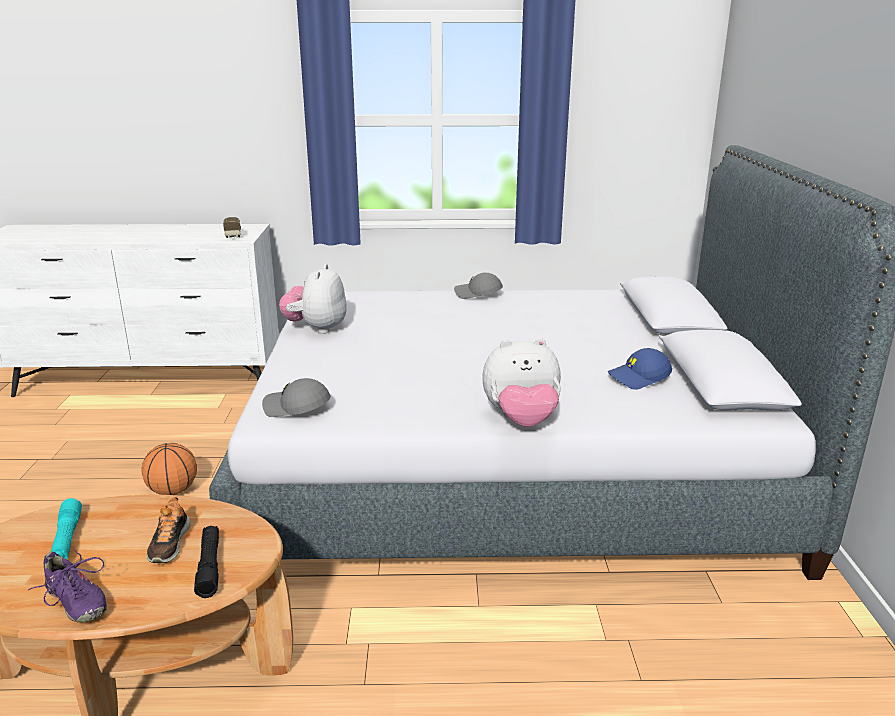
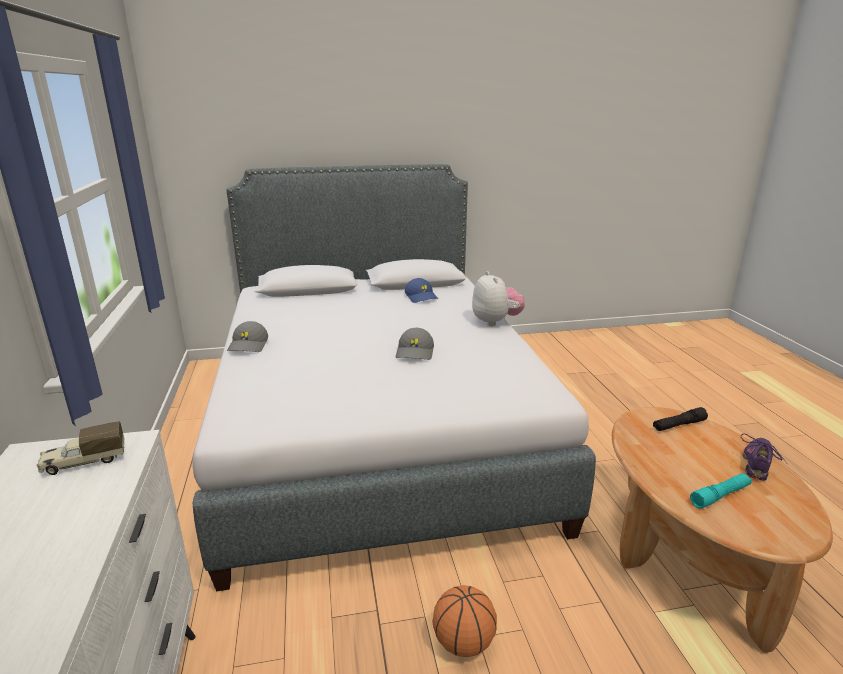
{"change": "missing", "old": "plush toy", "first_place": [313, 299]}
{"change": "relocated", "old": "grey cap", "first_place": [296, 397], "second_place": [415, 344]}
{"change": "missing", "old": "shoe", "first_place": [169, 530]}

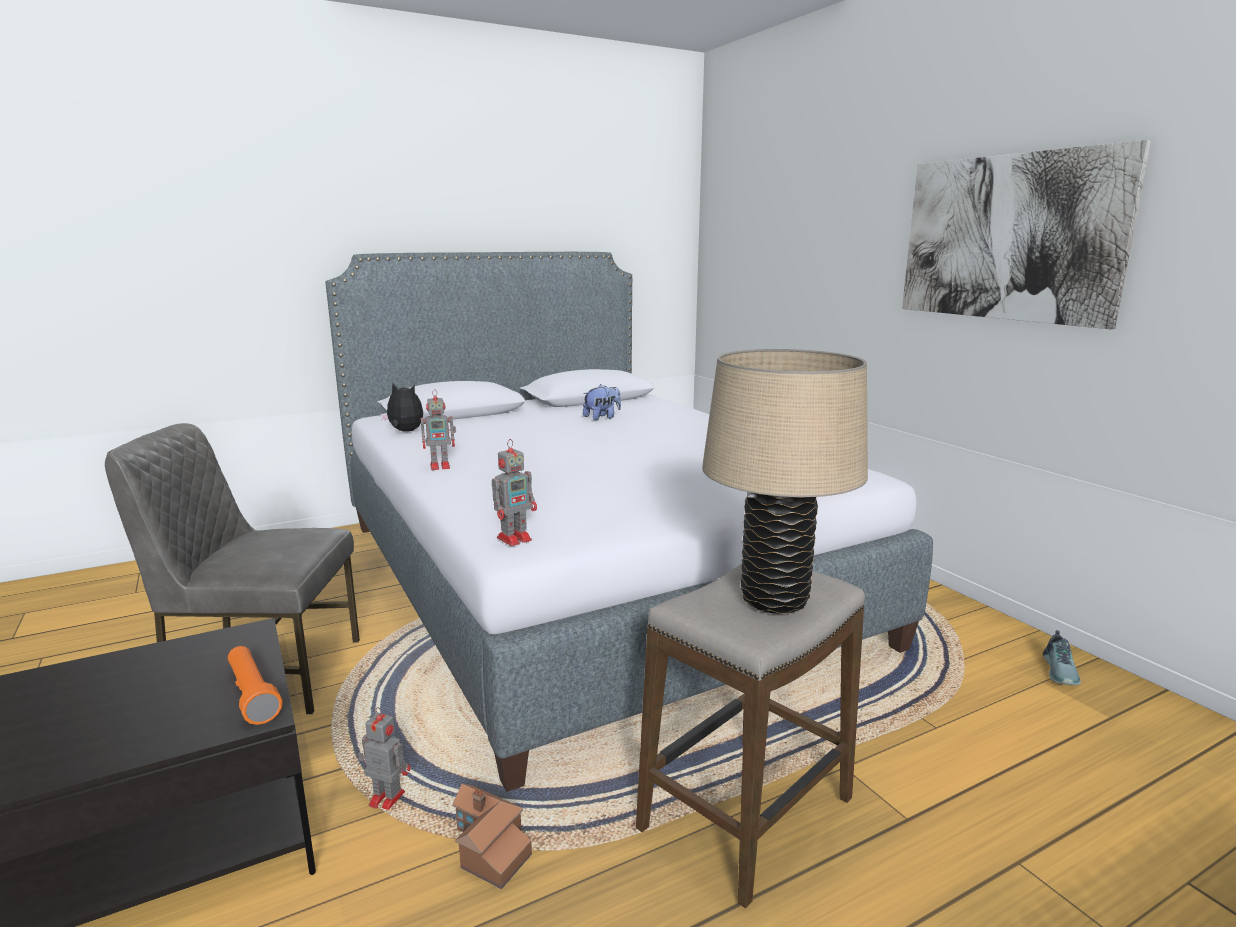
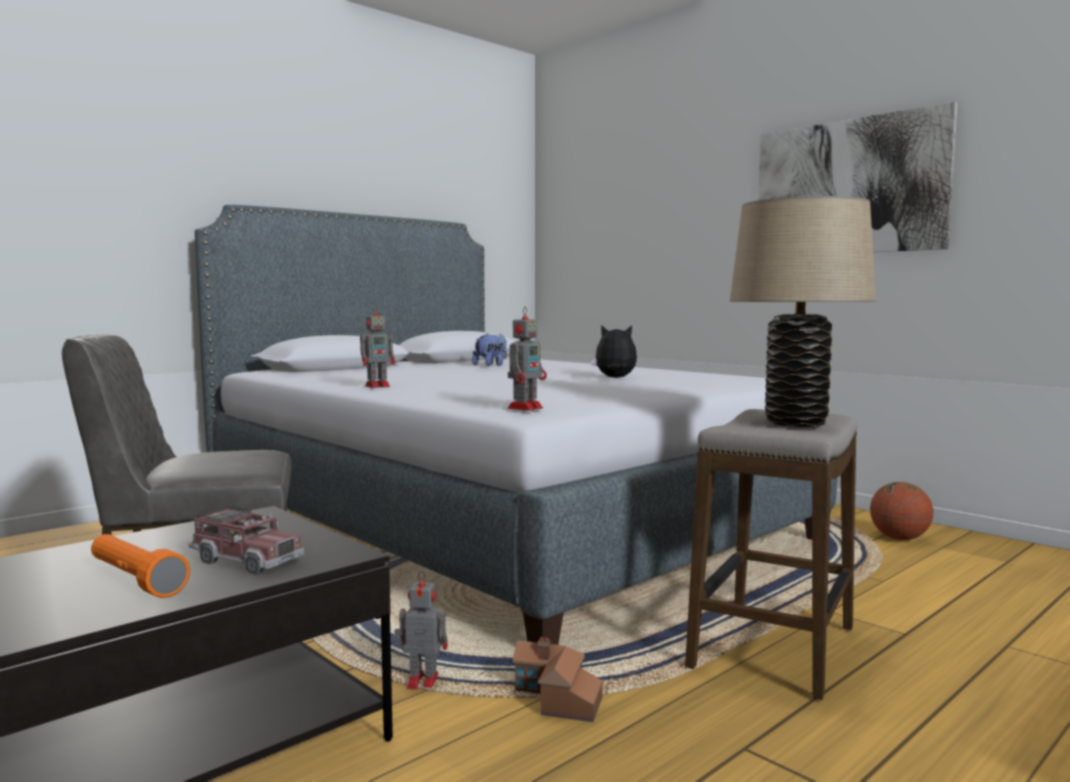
{"change": "relocated", "old": "plush toy", "first_place": [401, 407], "second_place": [614, 351]}
{"change": "missing", "old": "shoe", "first_place": [1062, 657]}
{"change": "relocated", "old": "orange flashlight", "first_place": [255, 685], "second_place": [140, 566]}
{"change": "appeared", "new": "basketball", "second_place": [902, 511]}
{"change": "appeared", "new": "toy truck", "second_place": [246, 540]}

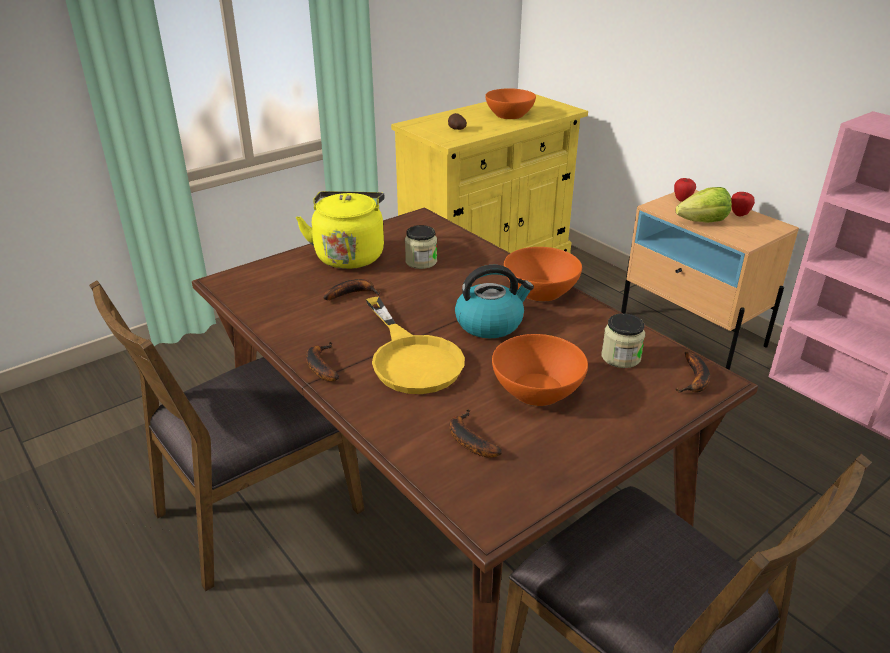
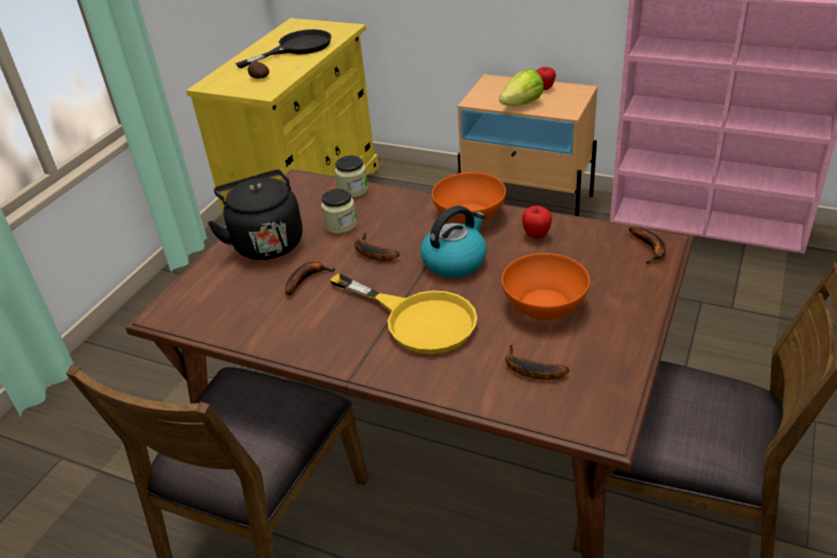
{"change": "exchanged", "old": "orange bowl", "new": "black frying pan", "first_place": [510, 103], "second_place": [283, 48]}
{"change": "relocated", "old": "apple", "first_place": [685, 190], "second_place": [537, 222]}
{"change": "colour", "old": "yellow kettle", "new": "black kettle", "first_place": [340, 230], "second_place": [254, 214]}
{"change": "relocated", "old": "jar", "first_place": [623, 340], "second_place": [351, 176]}
{"change": "relocated", "old": "banana", "first_place": [322, 361], "second_place": [377, 247]}

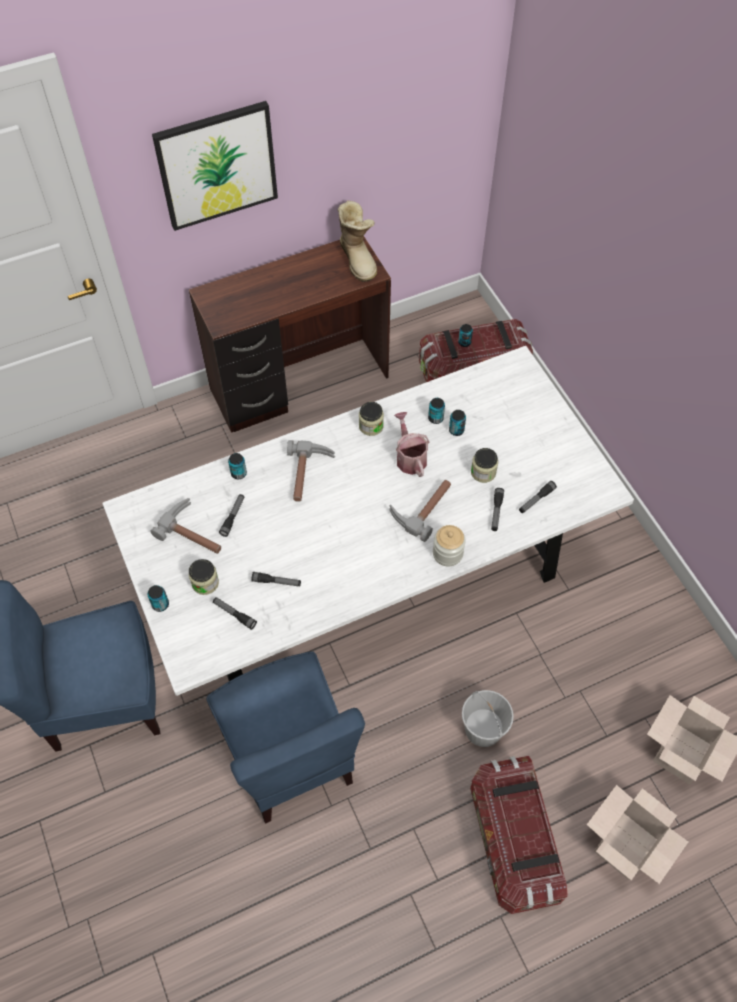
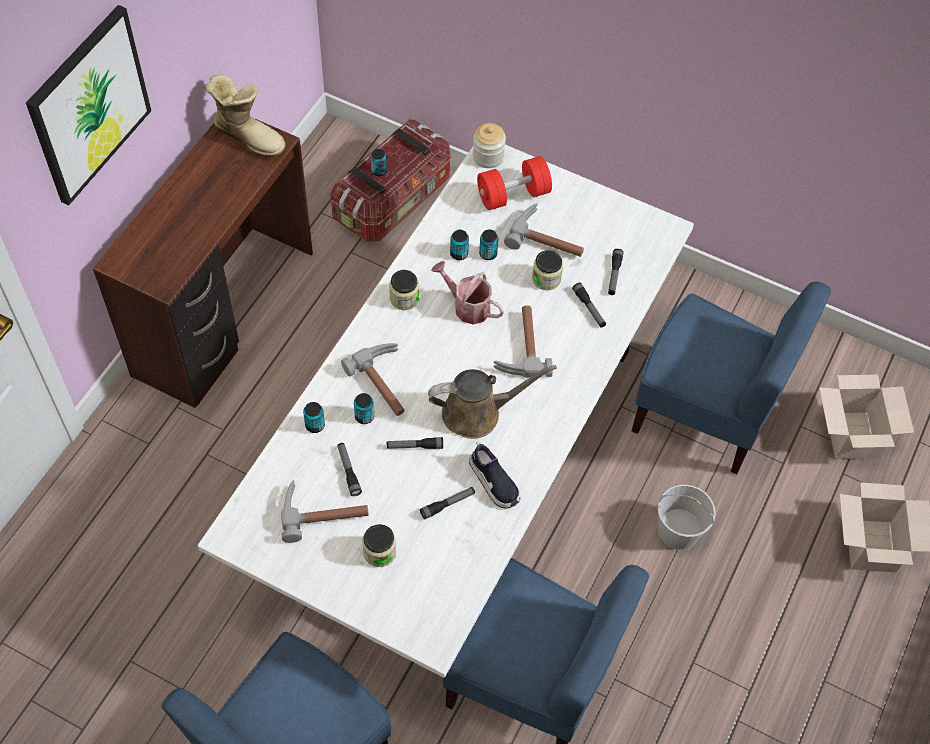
{"change": "relocated", "old": "jar", "first_place": [449, 546], "second_place": [489, 145]}
{"change": "relocated", "old": "can", "first_place": [158, 598], "second_place": [364, 408]}
{"change": "relocated", "old": "flashlight", "first_place": [235, 613], "second_place": [414, 443]}
{"change": "missing", "old": "storage box", "first_place": [519, 835]}
{"change": "appeared", "new": "red dumbbell", "second_place": [514, 183]}
{"change": "appeared", "new": "hammer", "second_place": [544, 230]}
{"change": "appeared", "new": "blue chair", "second_place": [731, 378]}
{"change": "appeared", "new": "brown watering can", "second_place": [492, 402]}
{"change": "appeared", "new": "shoe", "second_place": [494, 475]}

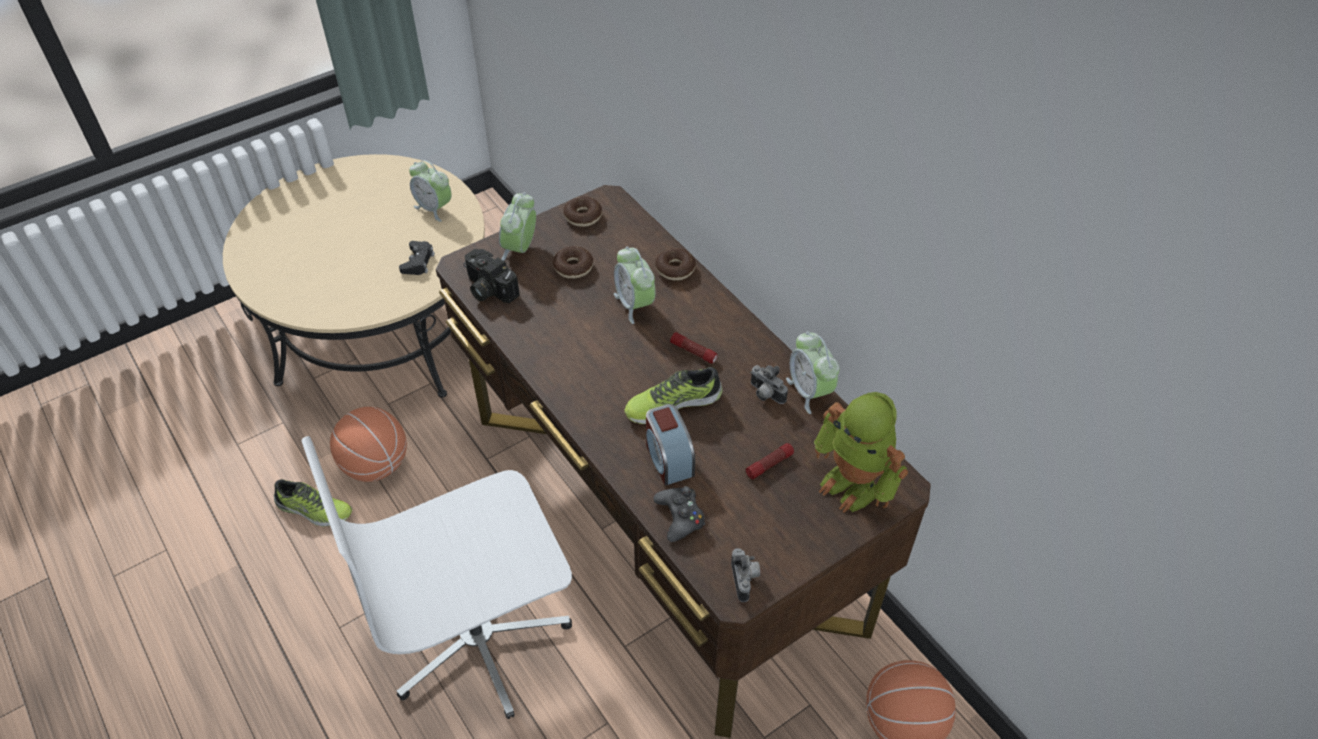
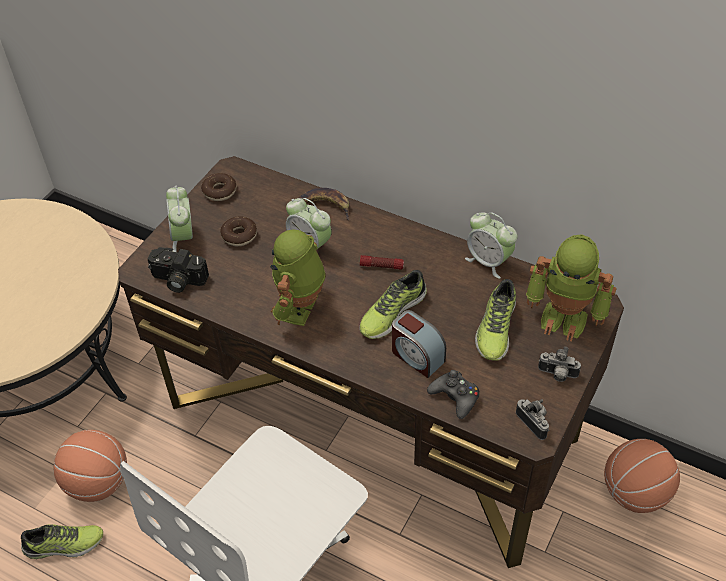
{"change": "missing", "old": "alarm clock", "first_place": [430, 191]}
{"change": "missing", "old": "black game controller", "first_place": [417, 258]}
{"change": "exchanged", "old": "donut", "new": "banana", "first_place": [675, 264], "second_place": [324, 204]}
{"change": "relocated", "old": "photo camera", "first_place": [769, 384], "second_place": [559, 364]}
{"change": "exchanged", "old": "flashlight", "new": "shoe", "first_place": [770, 461], "second_place": [495, 320]}
{"change": "appeared", "new": "toy robot", "second_place": [298, 277]}

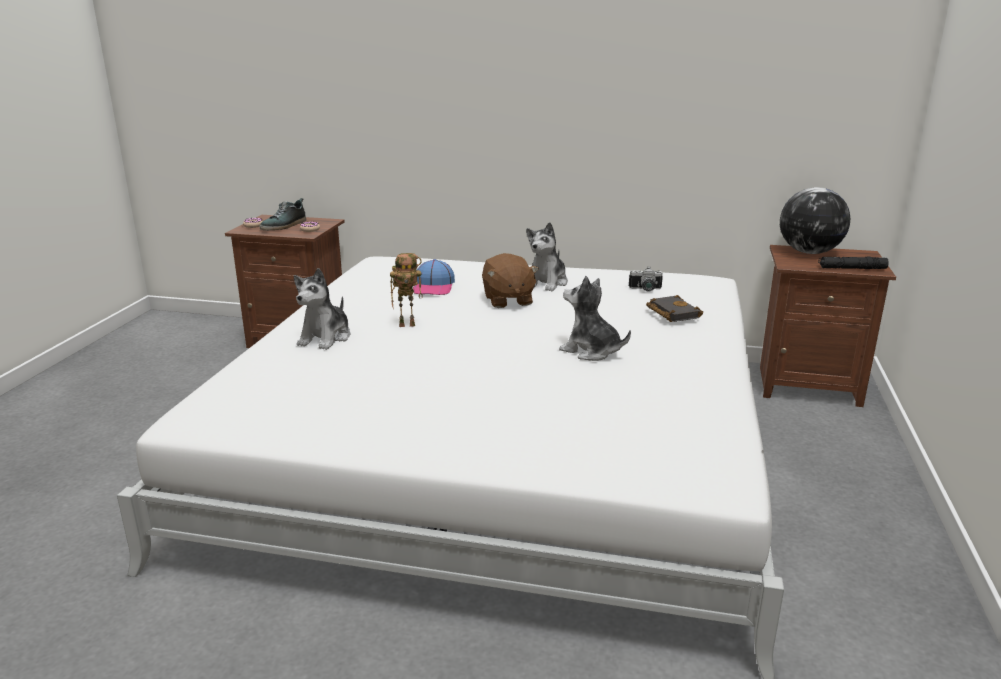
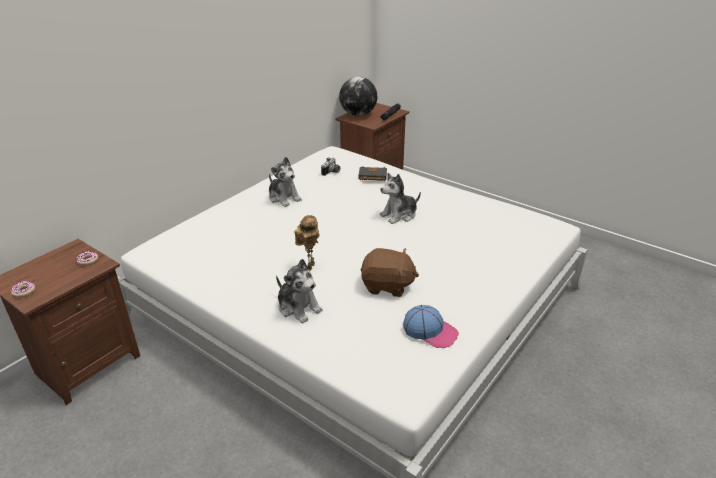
{"change": "missing", "old": "shoe", "first_place": [283, 214]}
{"change": "relocated", "old": "brown plush toy", "first_place": [510, 280], "second_place": [390, 272]}
{"change": "relocated", "old": "cap", "first_place": [434, 277], "second_place": [431, 326]}

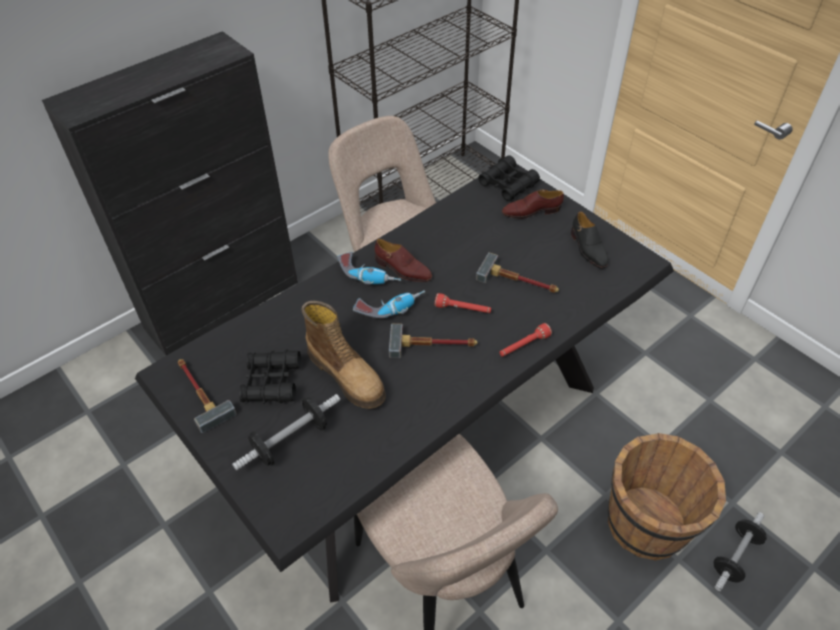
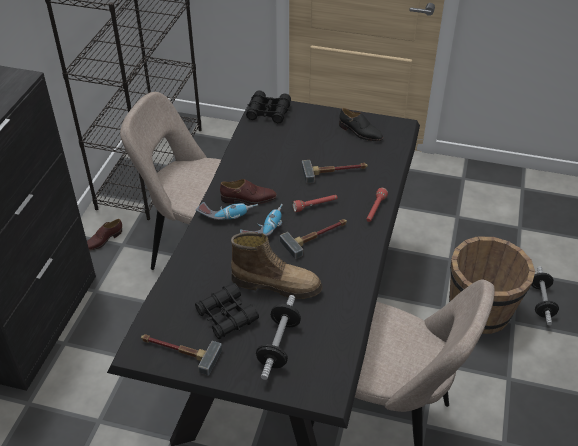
{"change": "relocated", "old": "brown shoe", "first_place": [533, 204], "second_place": [104, 235]}

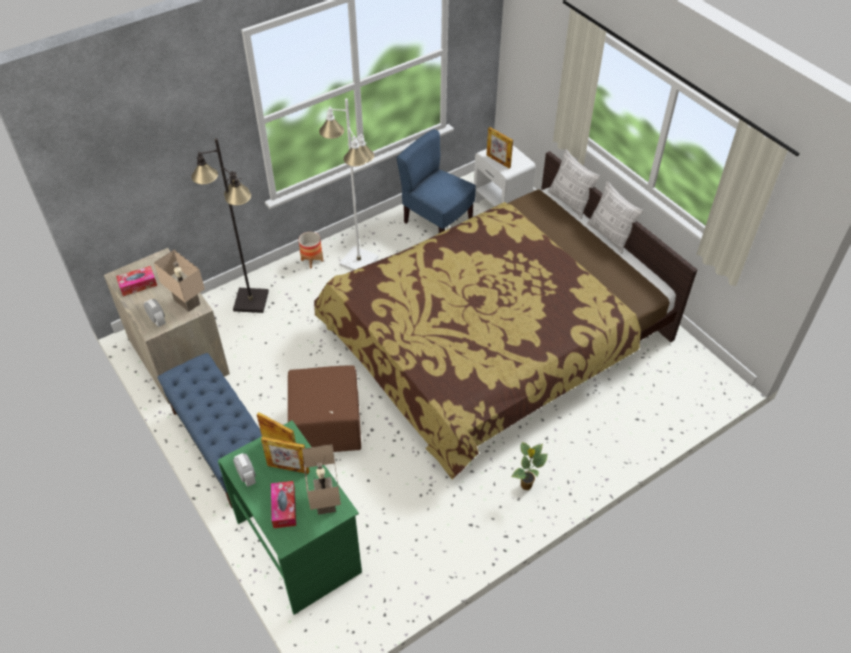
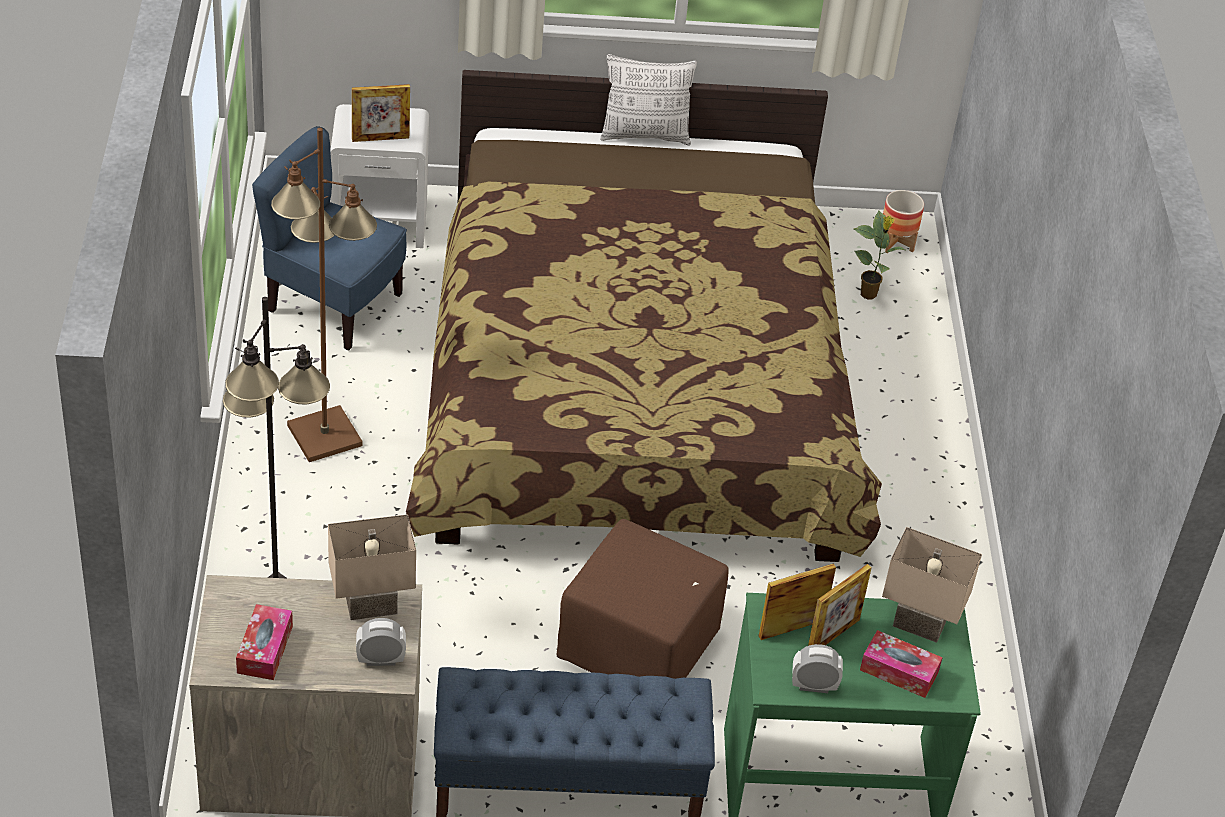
{"change": "colour", "old": "white floor lamp", "new": "brown floor lamp", "first_place": [349, 184], "second_place": [324, 295]}
{"change": "spun", "old": "blue chair", "first_place": [436, 181], "second_place": [329, 238], "degrees": 45}
{"change": "missing", "old": "pillow", "first_place": [574, 184]}
{"change": "relocated", "old": "planter", "first_place": [311, 250], "second_place": [903, 221]}
{"change": "relocated", "old": "potted plant", "first_place": [529, 466], "second_place": [879, 254]}

